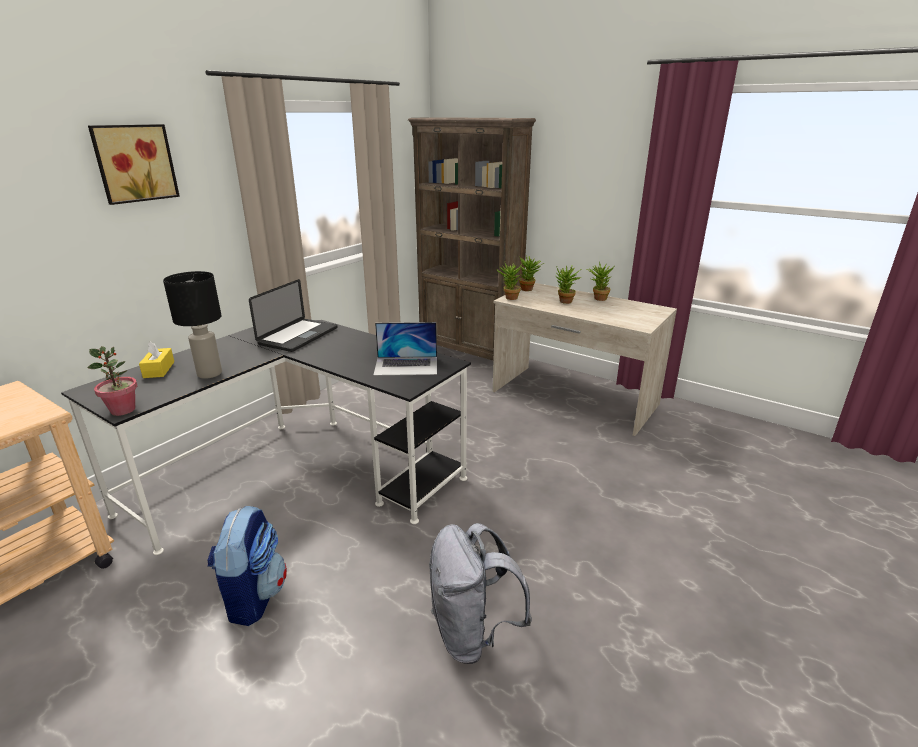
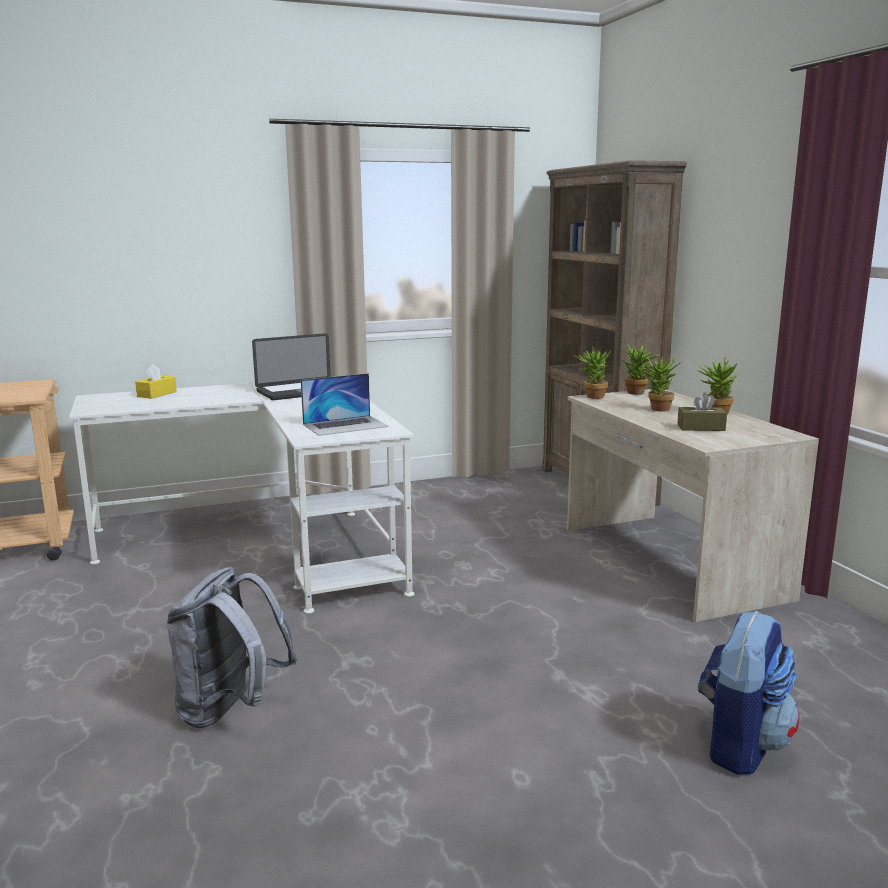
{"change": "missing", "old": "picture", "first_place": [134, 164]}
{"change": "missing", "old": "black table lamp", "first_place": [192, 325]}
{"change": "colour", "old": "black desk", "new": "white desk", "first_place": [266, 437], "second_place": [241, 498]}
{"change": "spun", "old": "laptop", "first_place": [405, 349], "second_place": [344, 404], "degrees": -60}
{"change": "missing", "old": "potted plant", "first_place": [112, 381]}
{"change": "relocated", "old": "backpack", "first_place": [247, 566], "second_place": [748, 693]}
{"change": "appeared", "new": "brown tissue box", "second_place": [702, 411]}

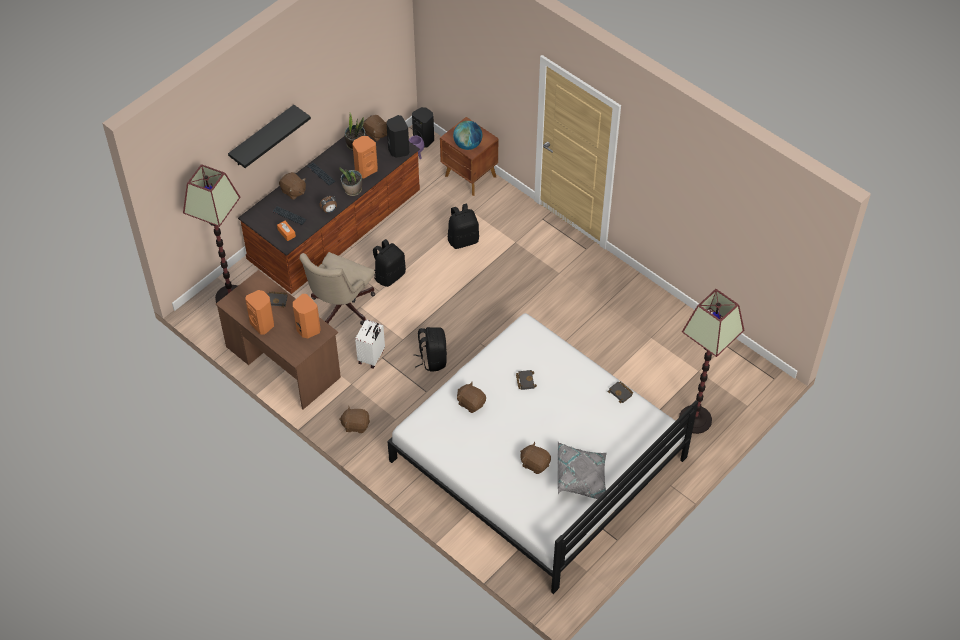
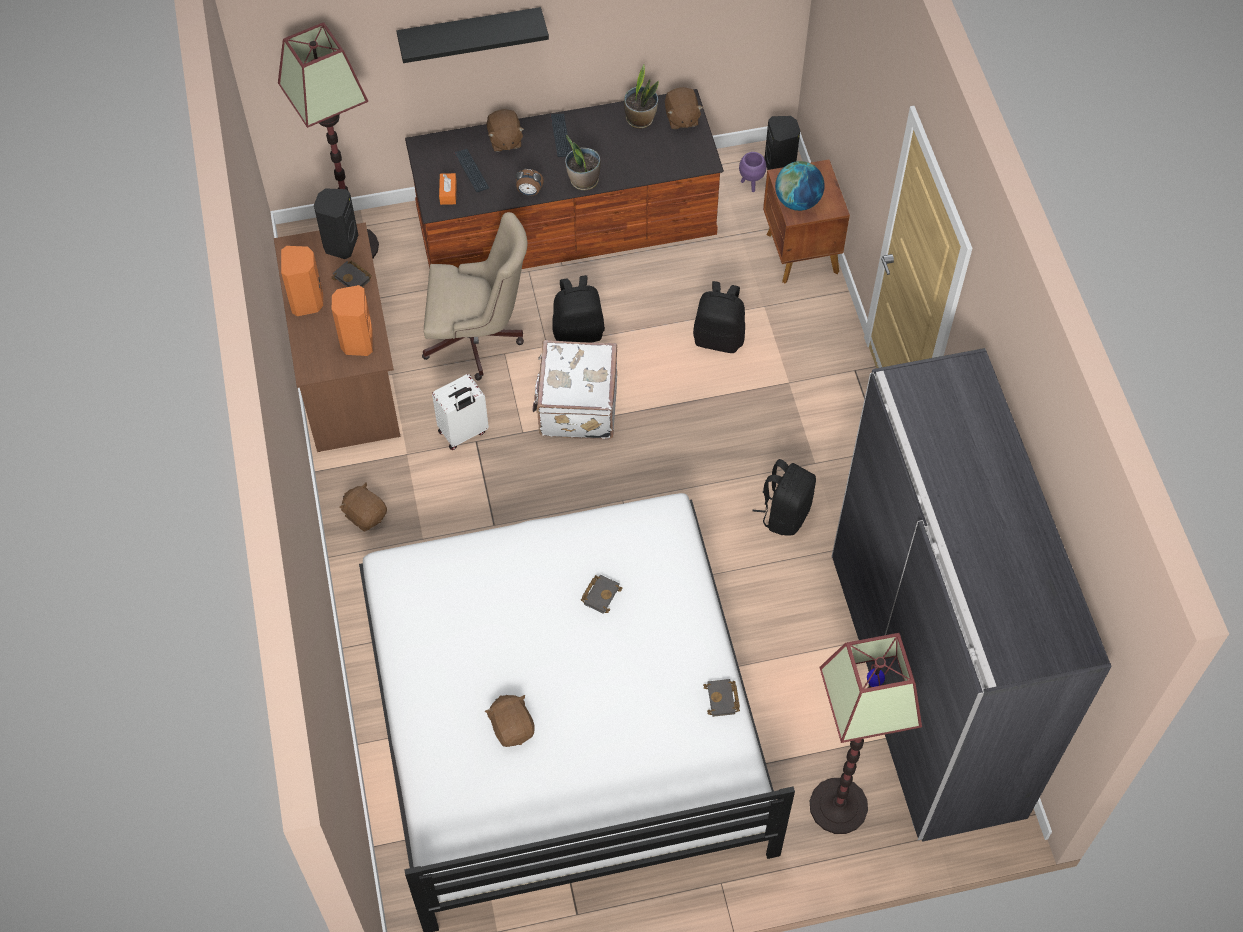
{"change": "relocated", "old": "black speaker", "first_place": [398, 136], "second_place": [336, 223]}
{"change": "missing", "old": "orange speaker", "first_place": [365, 157]}
{"change": "spun", "old": "beige office chair", "first_place": [337, 288], "second_place": [475, 296], "degrees": -150}
{"change": "relocated", "old": "black backpack", "first_place": [430, 349], "second_place": [784, 497]}
{"change": "missing", "old": "brown plush toy", "first_place": [471, 397]}
{"change": "missing", "old": "grey pillow", "first_place": [582, 470]}
{"change": "appeared", "new": "white suitcase", "second_place": [575, 389]}
{"change": "appeared", "new": "grey wardrobe", "second_place": [971, 595]}

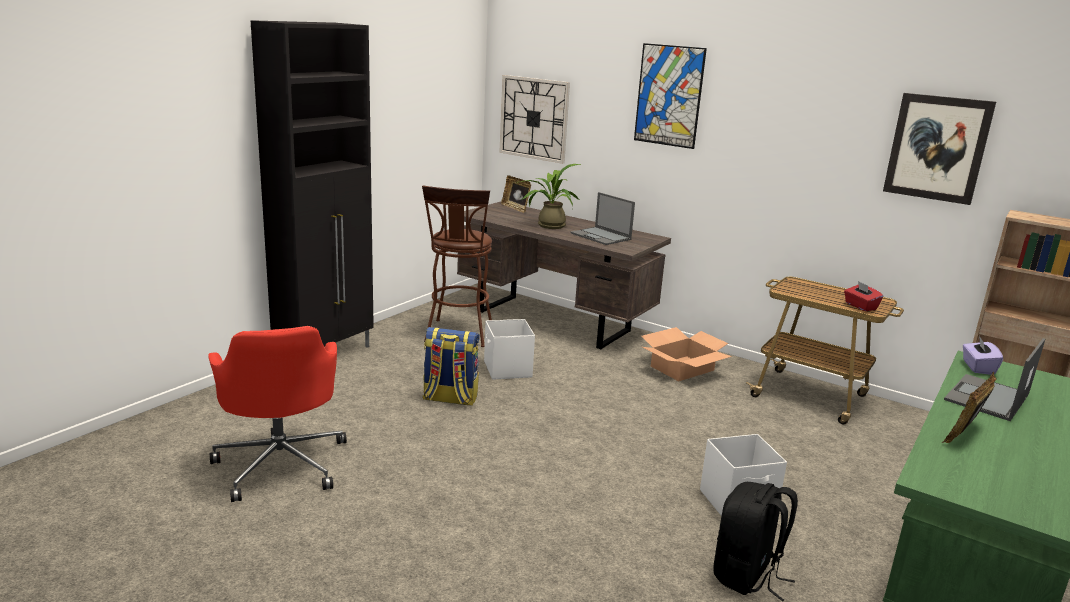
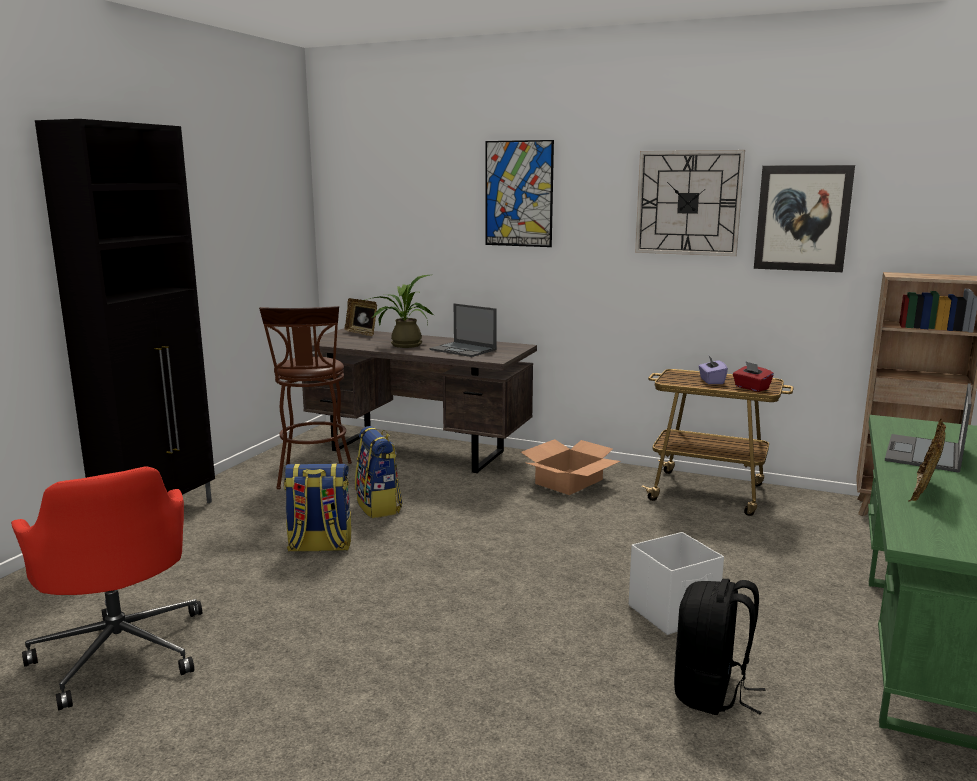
{"change": "relocated", "old": "wall clock", "first_place": [534, 119], "second_place": [690, 203]}
{"change": "exchanged", "old": "white storage box", "new": "backpack", "first_place": [509, 349], "second_place": [379, 472]}
{"change": "relocated", "old": "purple tissue box", "first_place": [983, 355], "second_place": [713, 370]}

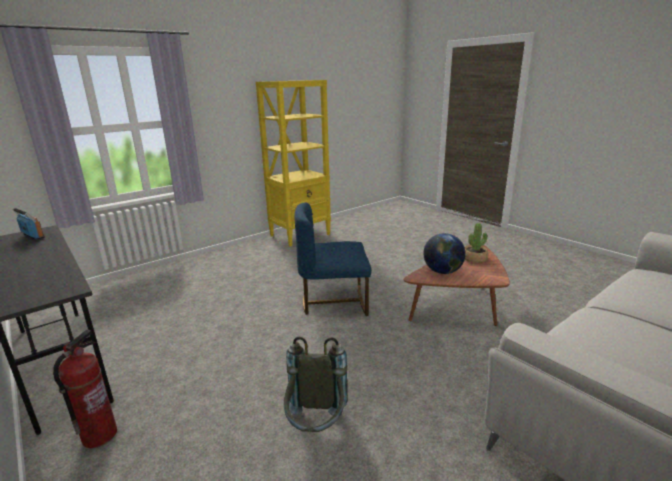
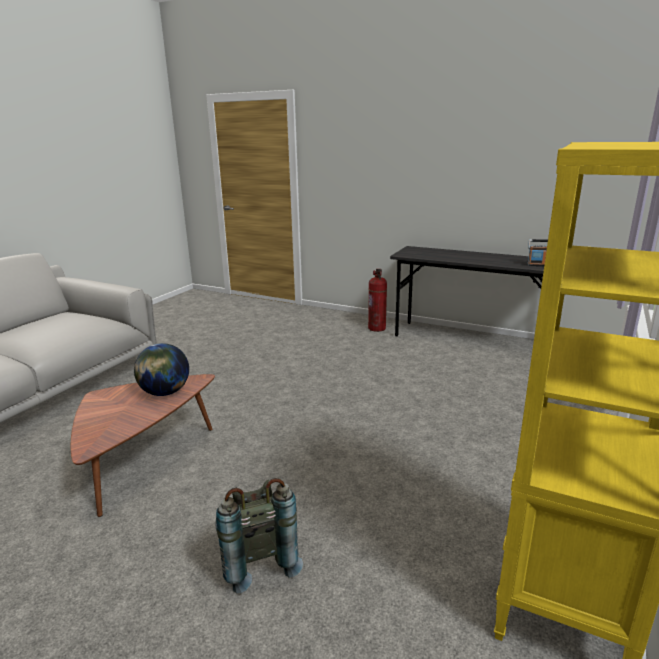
{"change": "missing", "old": "blue chair", "first_place": [333, 259]}
{"change": "missing", "old": "potted plant", "first_place": [477, 243]}
{"change": "relocated", "old": "grey backpack", "first_place": [315, 384], "second_place": [259, 536]}

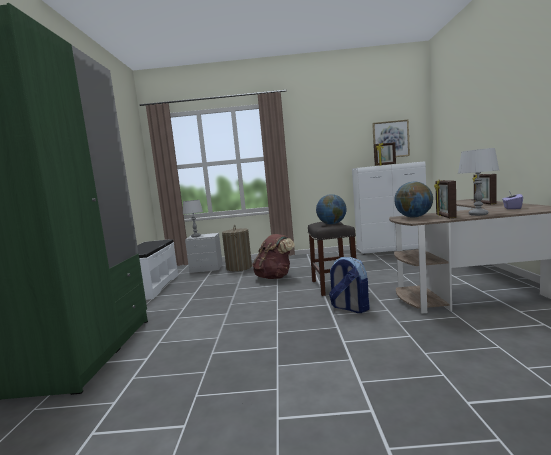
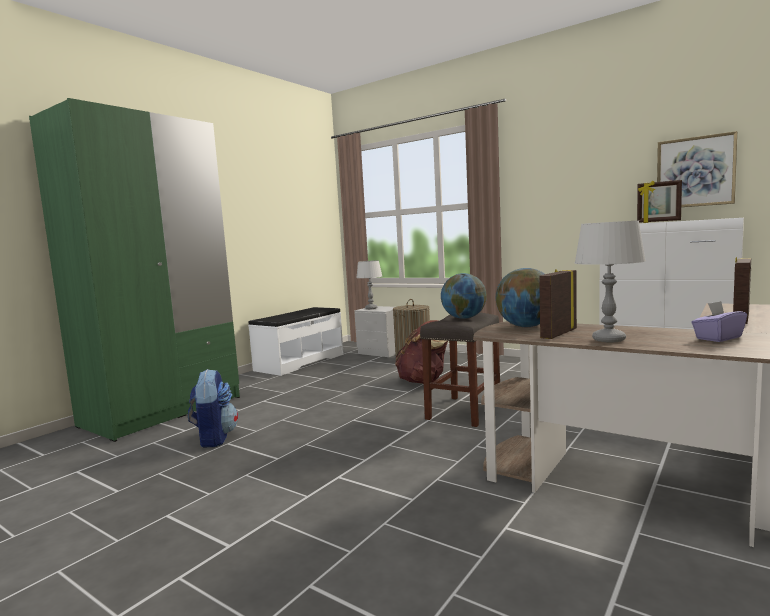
{"change": "relocated", "old": "backpack", "first_place": [349, 285], "second_place": [213, 408]}

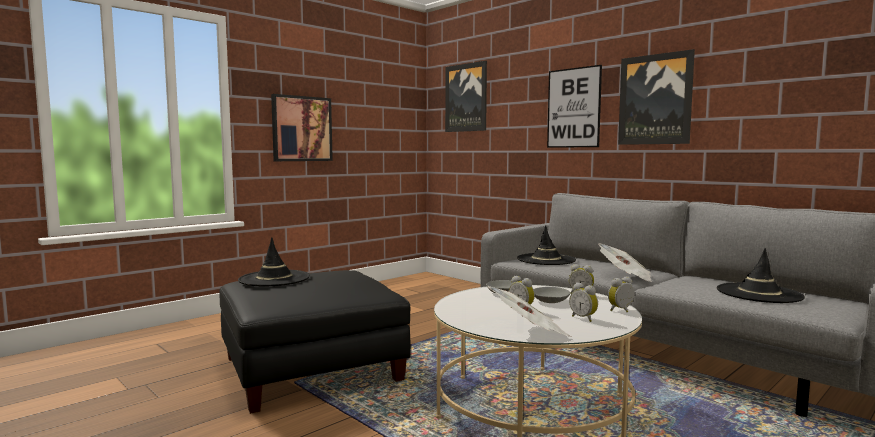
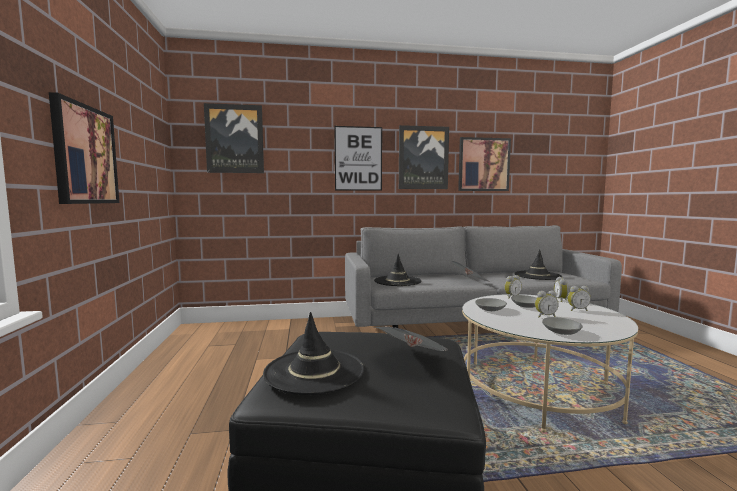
{"change": "relocated", "old": "newspaper", "first_place": [529, 311], "second_place": [411, 339]}
{"change": "appeared", "new": "picture", "second_place": [484, 164]}
{"change": "appeared", "new": "grey bowl", "second_place": [562, 326]}

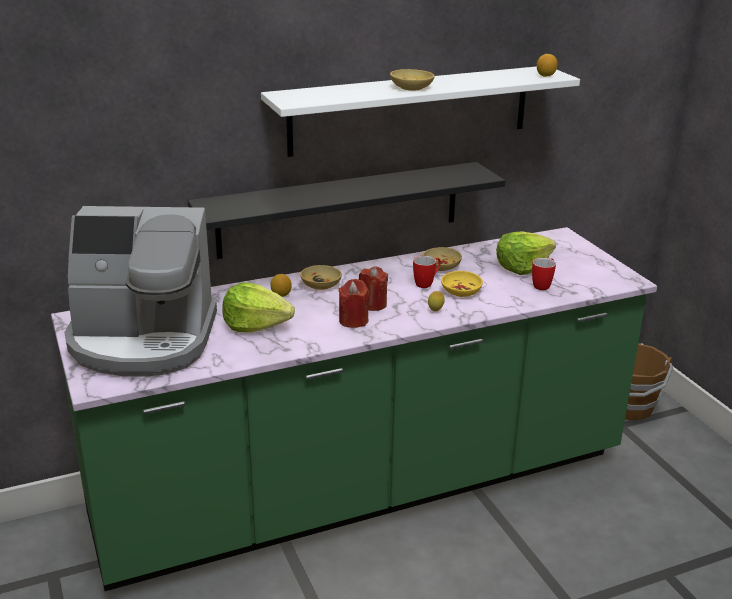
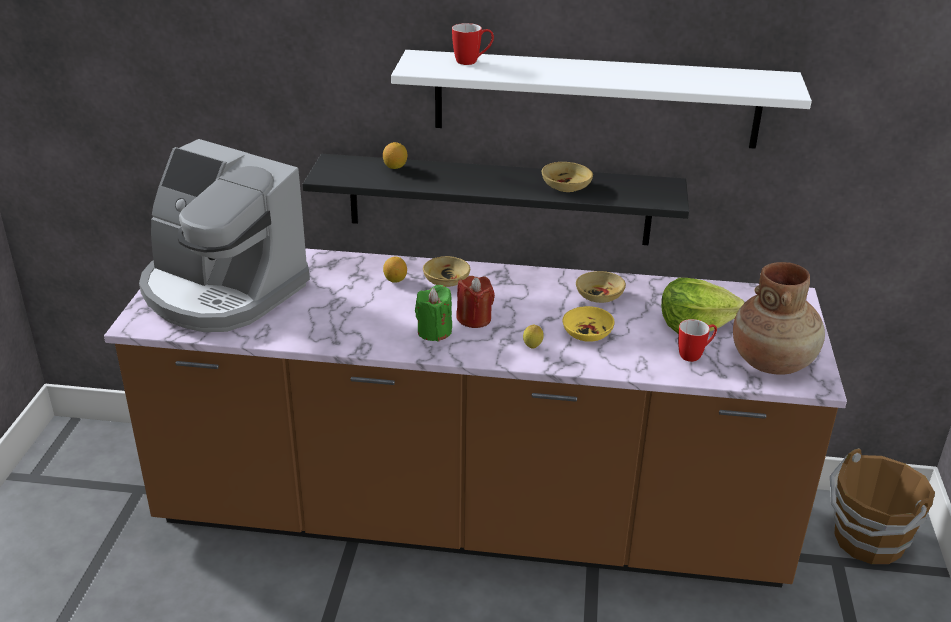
{"change": "relocated", "old": "lemon", "first_place": [547, 65], "second_place": [395, 155]}
{"change": "relocated", "old": "beige bowl", "first_place": [412, 80], "second_place": [567, 177]}
{"change": "colour", "old": "green counter", "new": "brown counter", "first_place": [354, 409], "second_place": [475, 418]}
{"change": "relocated", "old": "mug", "first_place": [427, 272], "second_place": [473, 44]}
{"change": "colour", "old": "red candle", "new": "green candle", "first_place": [353, 303], "second_place": [433, 313]}
{"change": "missing", "old": "lettuce", "first_place": [258, 307]}
{"change": "appeared", "new": "brown vase", "second_place": [779, 318]}

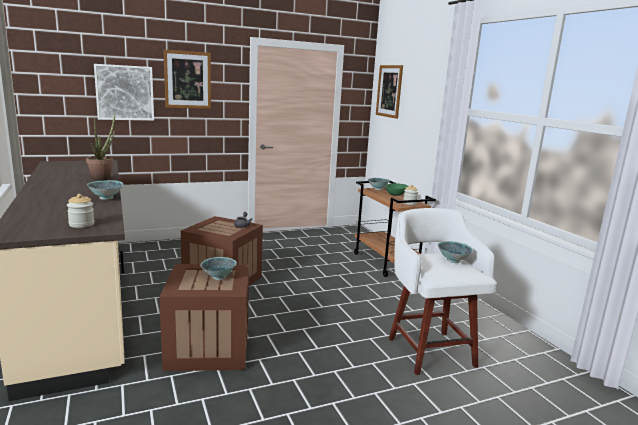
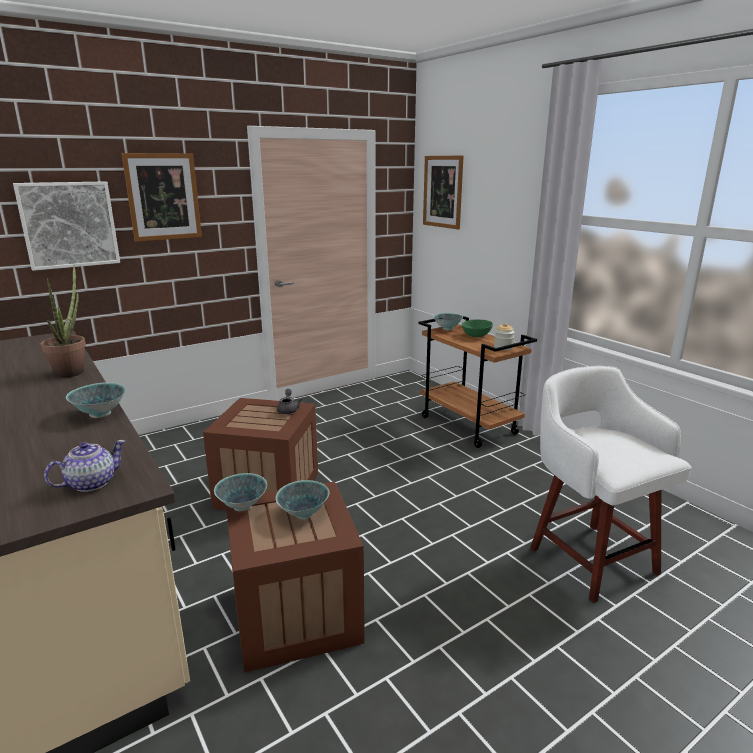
{"change": "exchanged", "old": "jar", "new": "teapot", "first_place": [81, 211], "second_place": [84, 466]}
{"change": "relocated", "old": "bowl", "first_place": [455, 252], "second_place": [240, 492]}

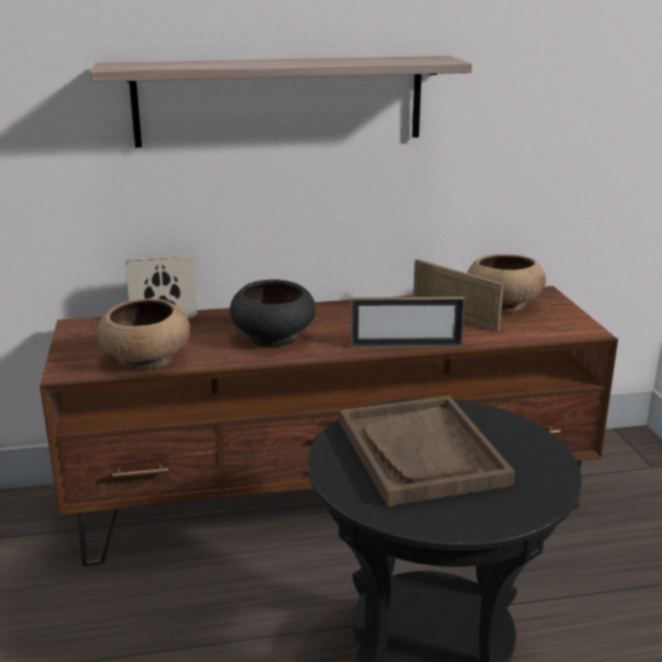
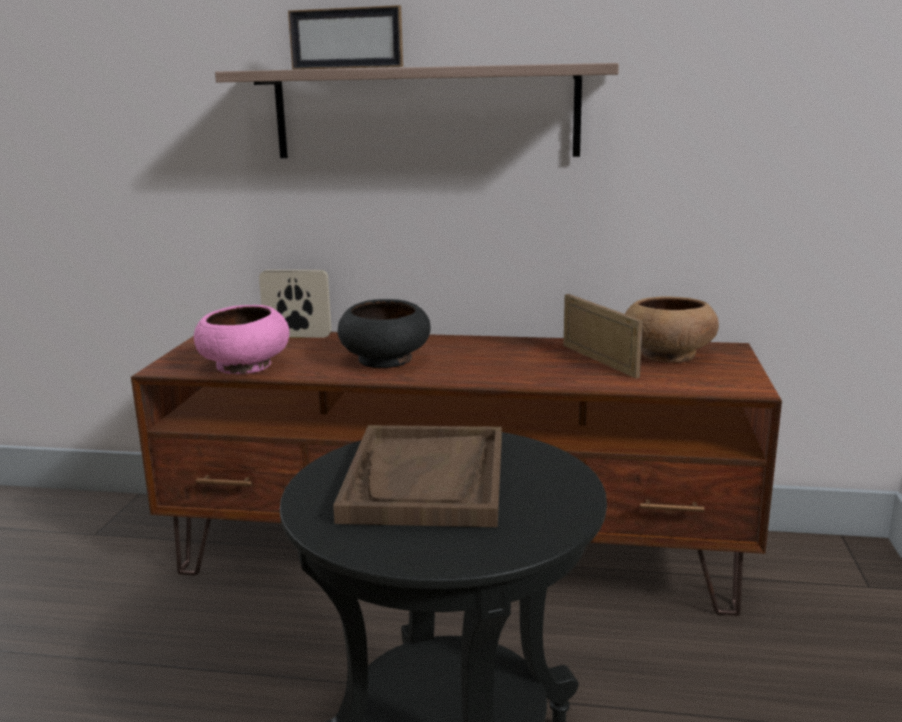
{"change": "relocated", "old": "picture frame", "first_place": [407, 322], "second_place": [345, 37]}
{"change": "colour", "old": "brown bowl", "new": "pink bowl", "first_place": [143, 334], "second_place": [242, 339]}

